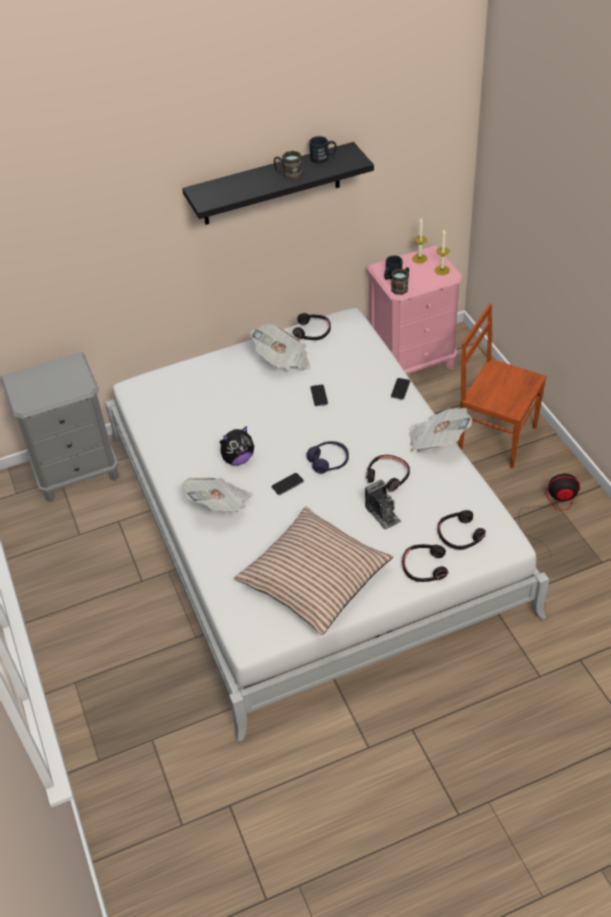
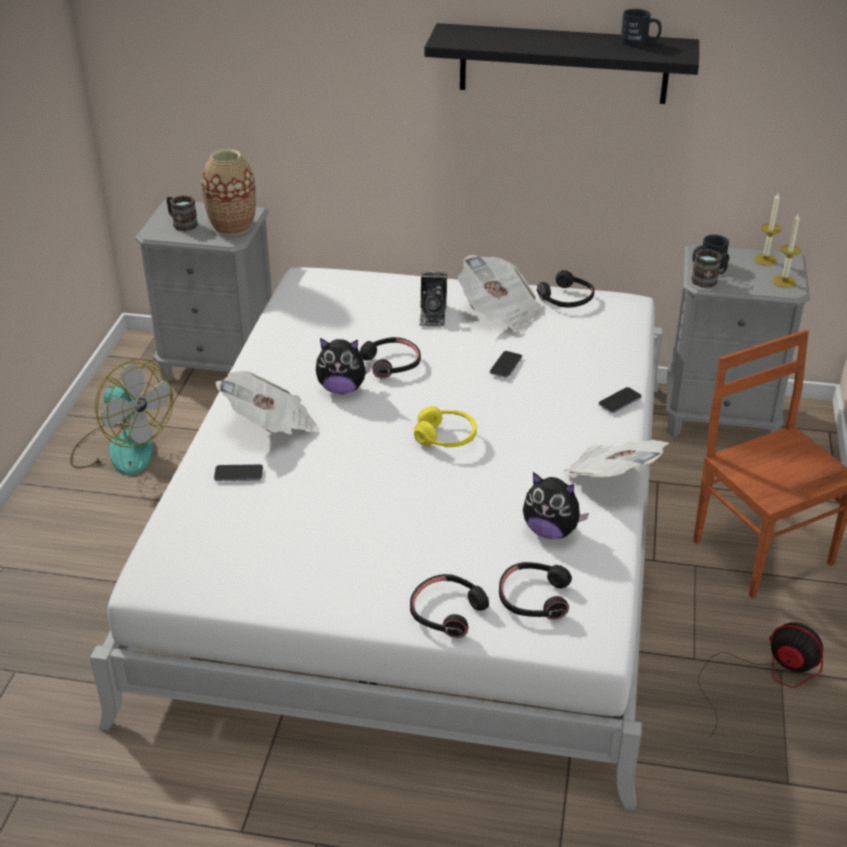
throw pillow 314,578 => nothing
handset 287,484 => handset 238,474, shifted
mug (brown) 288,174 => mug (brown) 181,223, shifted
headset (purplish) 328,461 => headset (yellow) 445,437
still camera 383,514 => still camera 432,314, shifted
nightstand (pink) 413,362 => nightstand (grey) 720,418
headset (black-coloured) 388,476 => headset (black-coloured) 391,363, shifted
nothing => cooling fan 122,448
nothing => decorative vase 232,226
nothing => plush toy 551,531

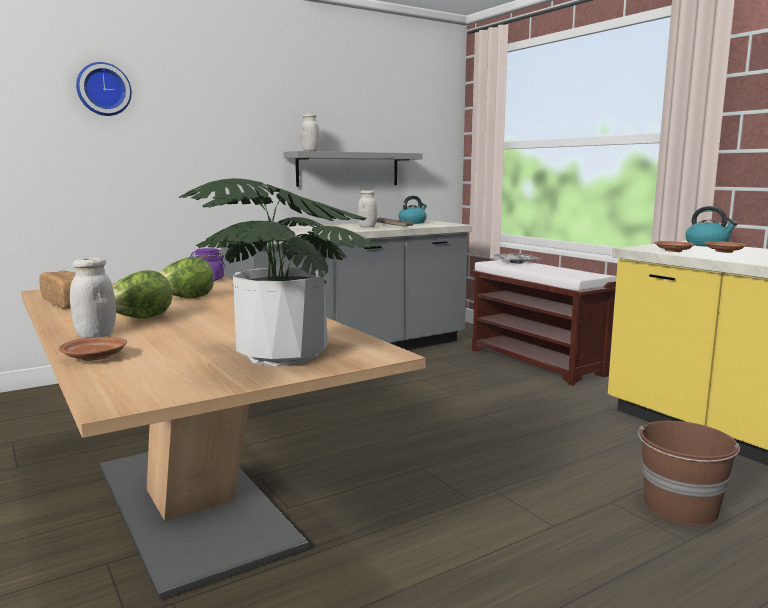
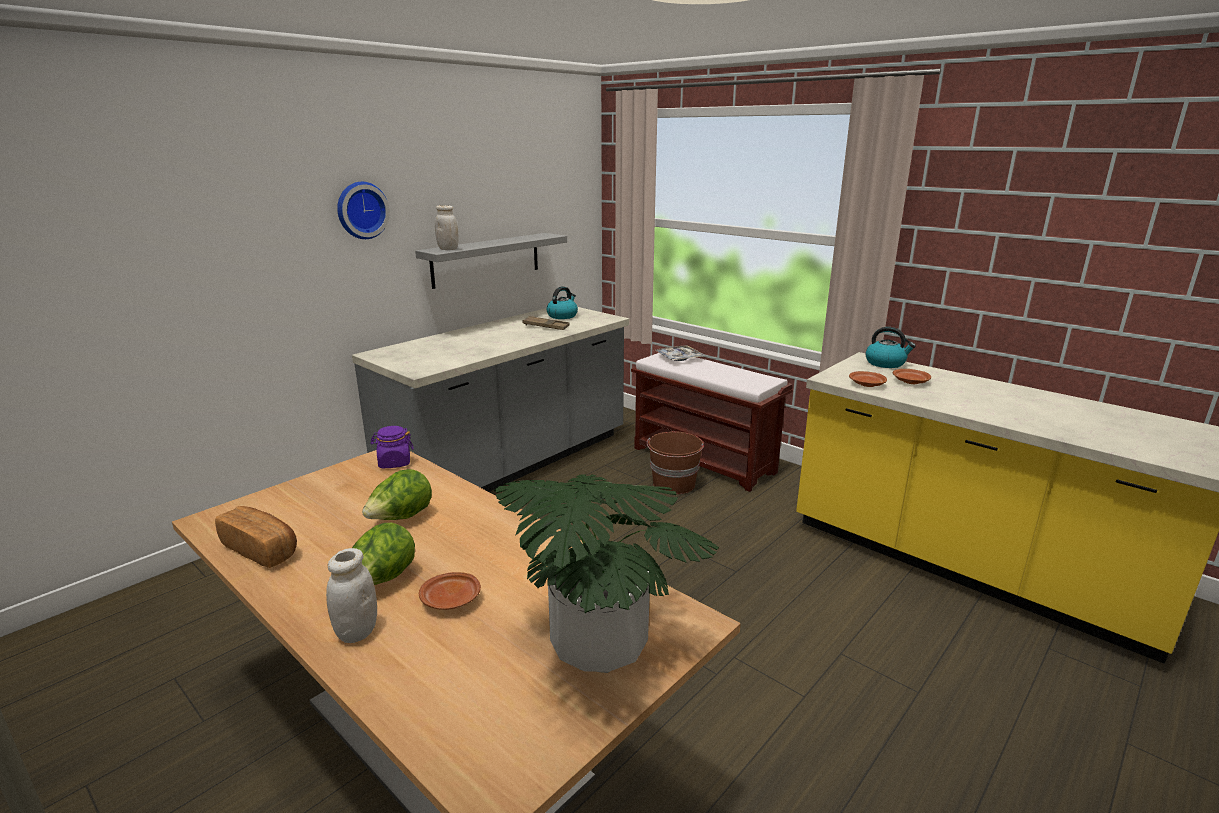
flat dish (brown) 95,357 => flat dish (brown) 452,600, shifted
wall clock 103,89 => wall clock 361,210, shifted
preserve jar (white) 367,227 => nothing
water bucket (brown) 681,508 => water bucket (brown) 674,484, shifted

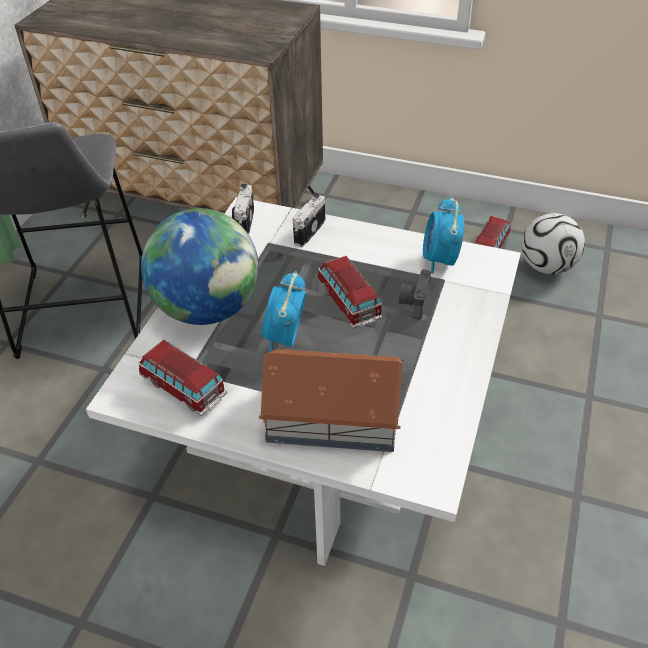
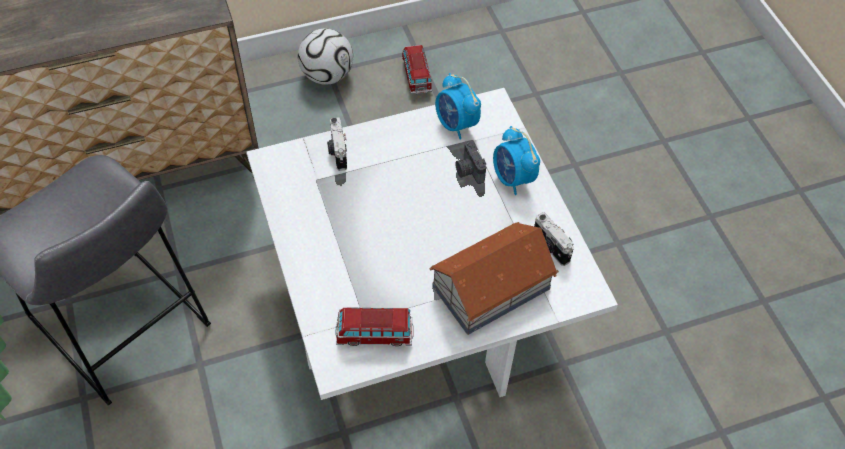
desk globe 208,308 => nothing
still camera 244,222 => still camera 549,247, shifted
alarm clock 285,338 => alarm clock 513,179, shifted
miniature car 349,302 => nothing
football ball 546,266 => football ball 327,76, shifted

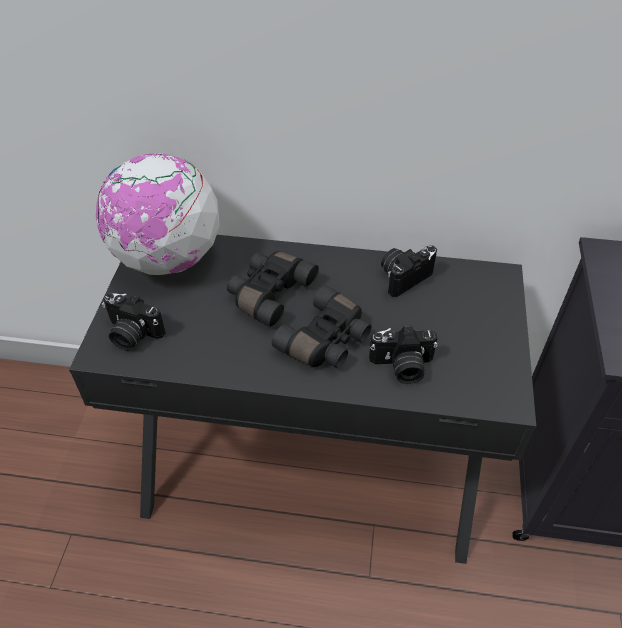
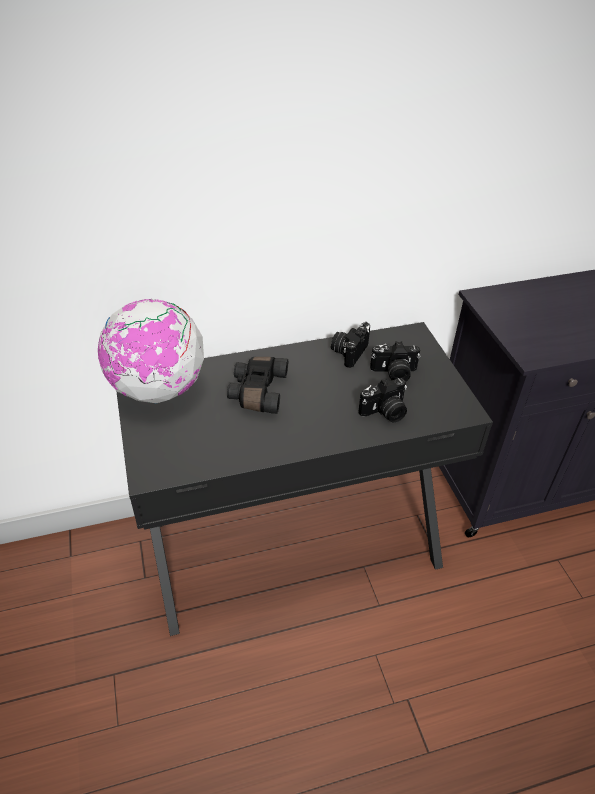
still camera 132,334 => still camera 394,373, shifted
pair of binoculars (black-coloured) 327,341 => nothing

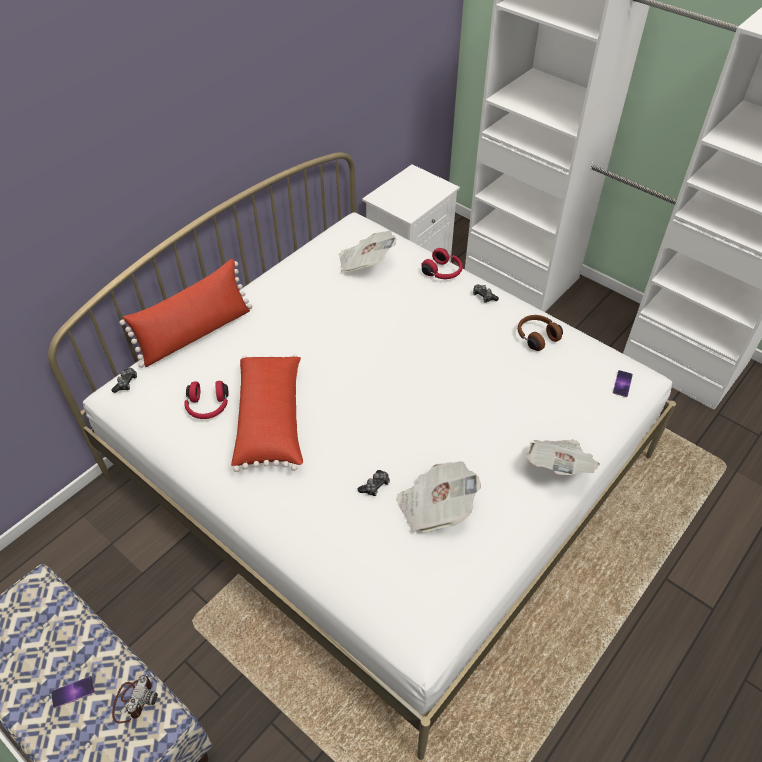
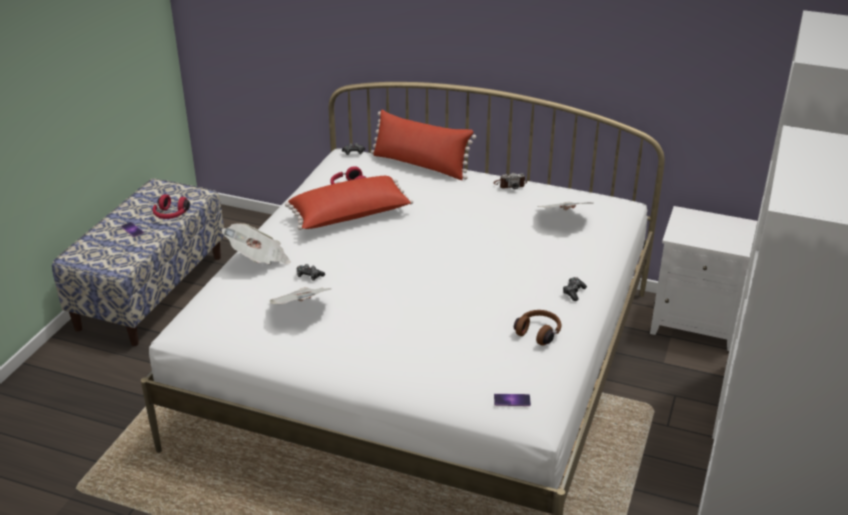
still camera 134,700 => still camera 510,184, shifted
headset (red) 443,272 => headset (red) 170,215, shifted
printed paper 559,467 => printed paper 259,259, shifted

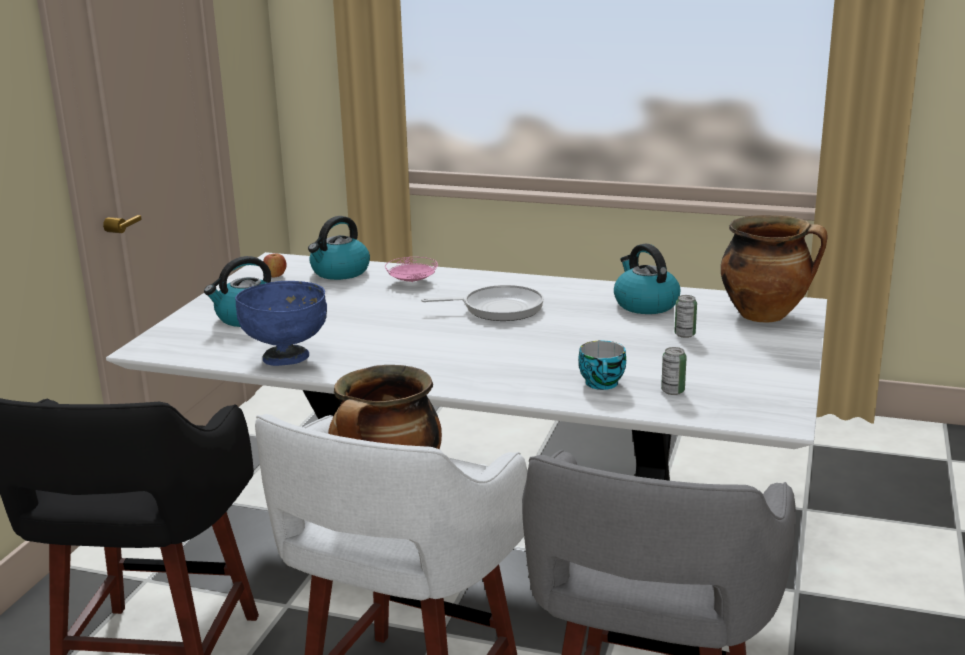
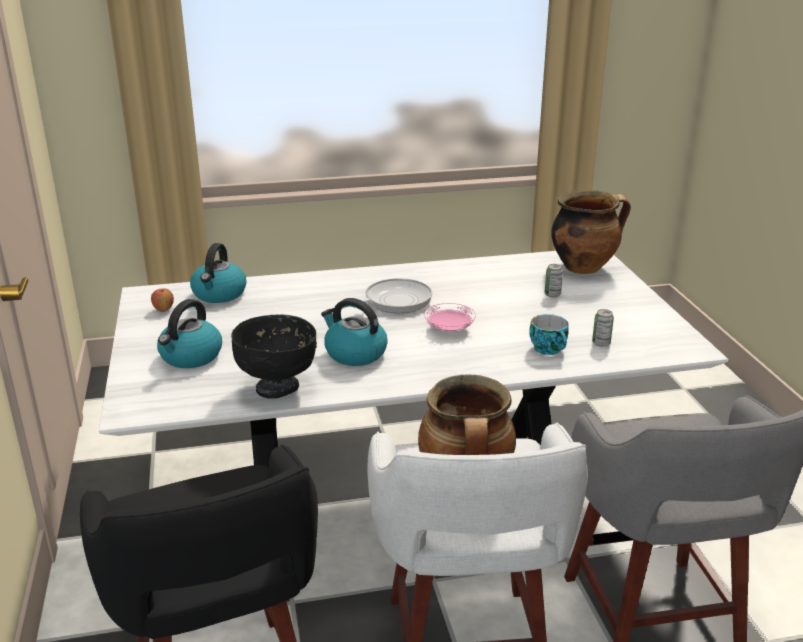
deep dish (bluish) 287,358 => deep dish (black-coloured) 278,387
flat dish (pink) 412,282 => flat dish (pink) 449,329, shifted
water kettle 645,304 => water kettle 354,353, shifted

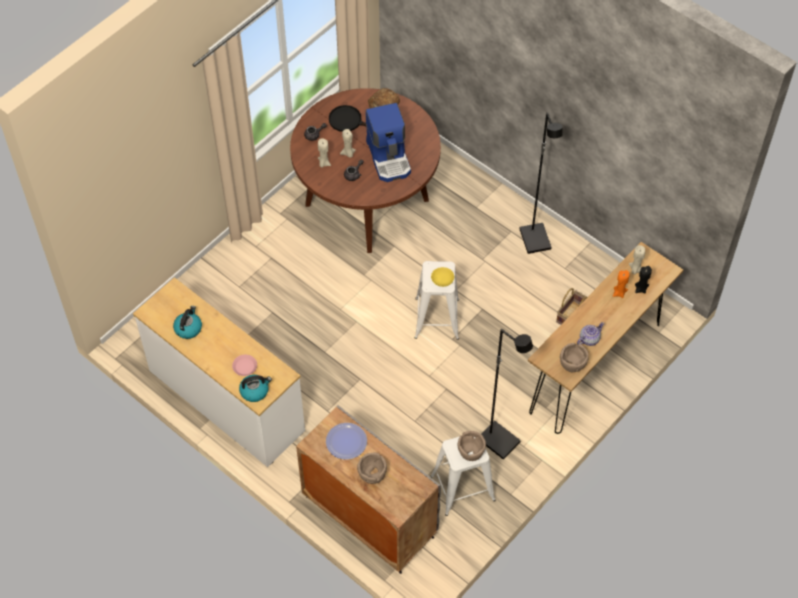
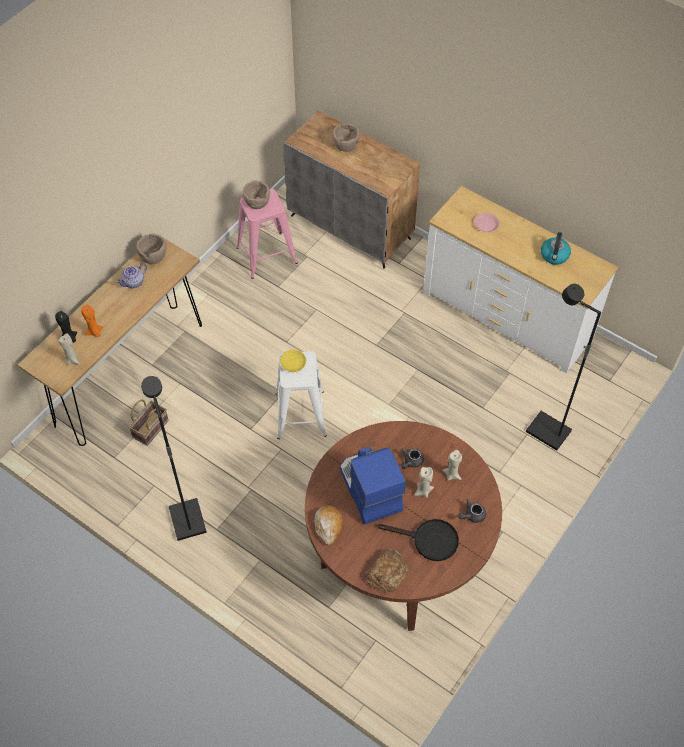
water kettle 255,391 => nothing
flat dish 346,441 => nothing
sitting stool (white) 462,488 => sitting stool (pink) 266,255
standard lamp (black-coloured) 499,440 => standard lamp (black-coloured) 547,432, shifted
nothing => baked bread 328,526

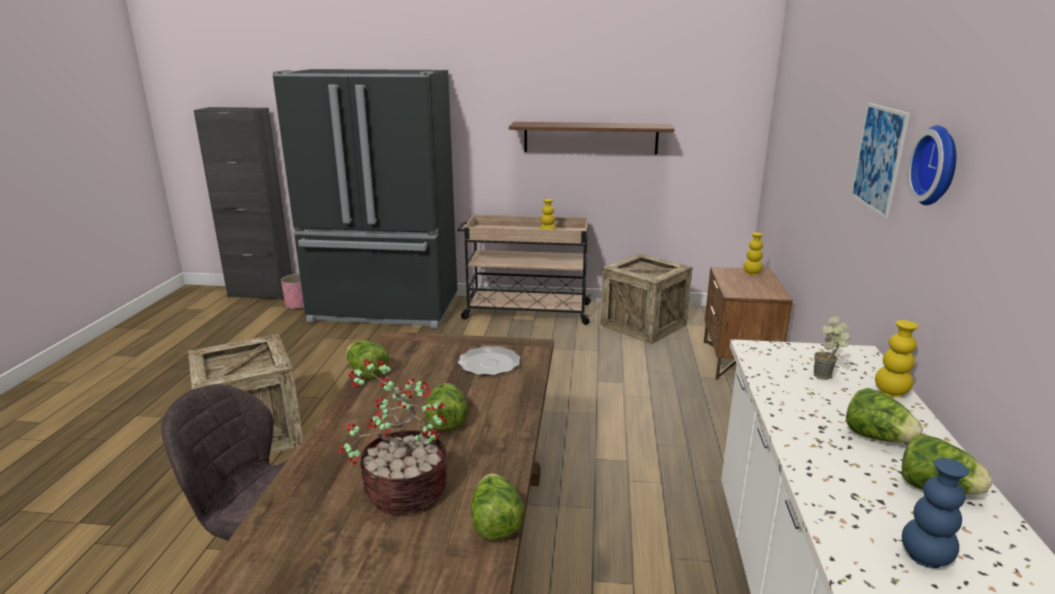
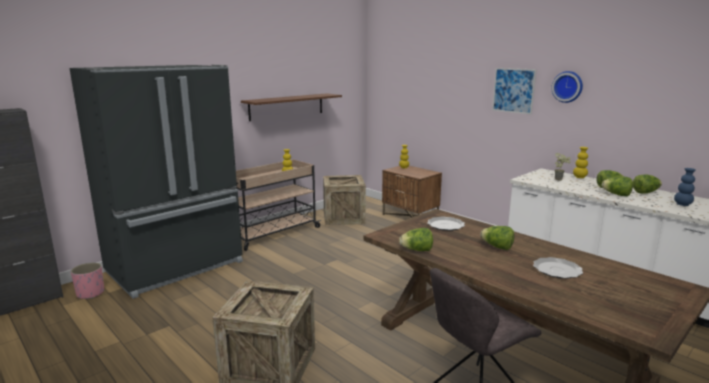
plant in a pot 403,491 => flat dish 556,270
head of lettuce 495,524 => head of lettuce 617,195, shifted

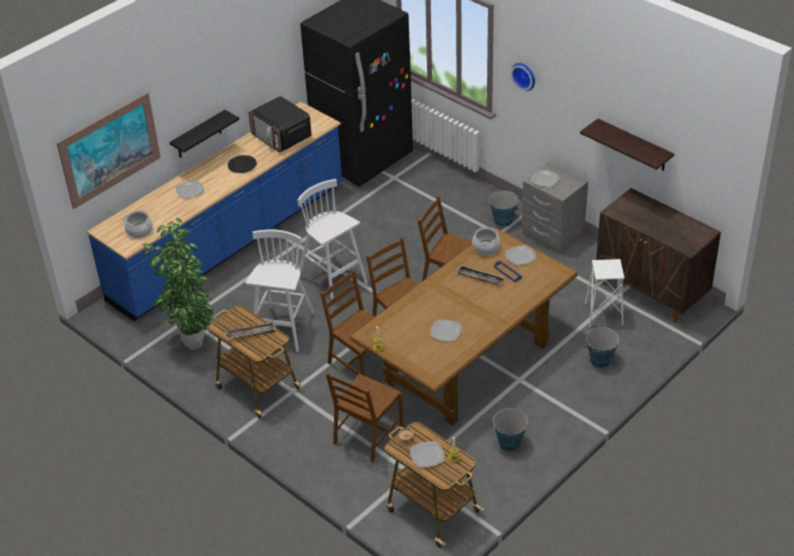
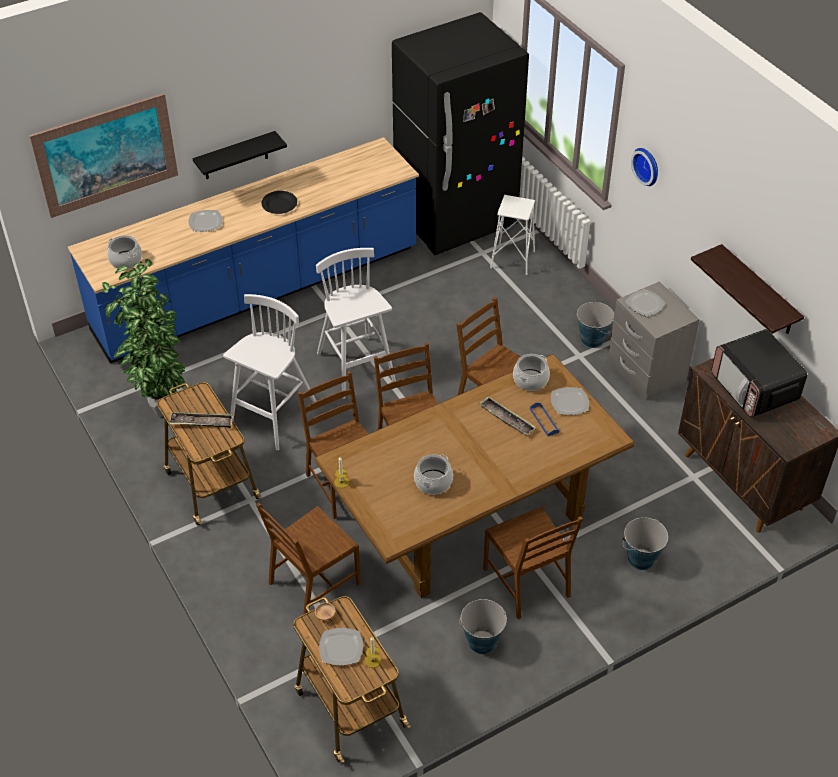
kitchen microwave 281,136 => kitchen microwave 754,388, shifted
flat dish 445,331 => saucepot 433,482
sitting stool (white) 603,314 => sitting stool (white) 512,259, shifted
nothing => upright chair (brown) 528,582

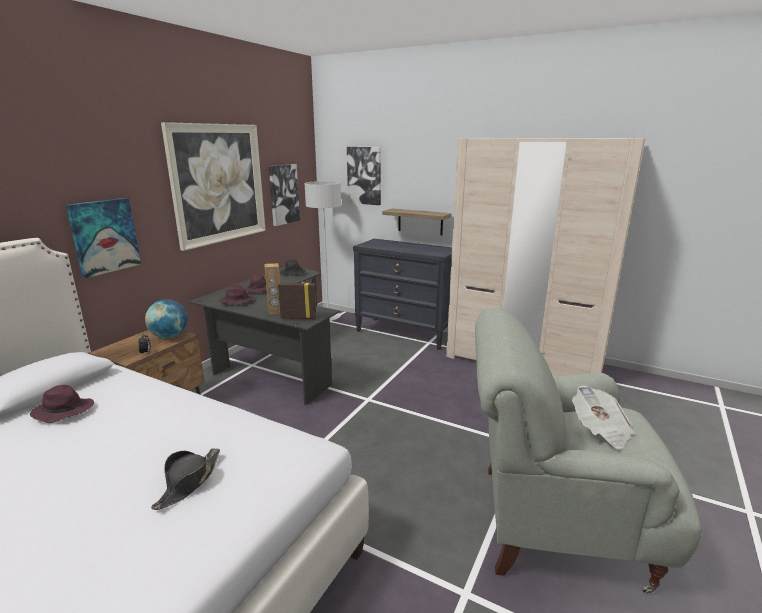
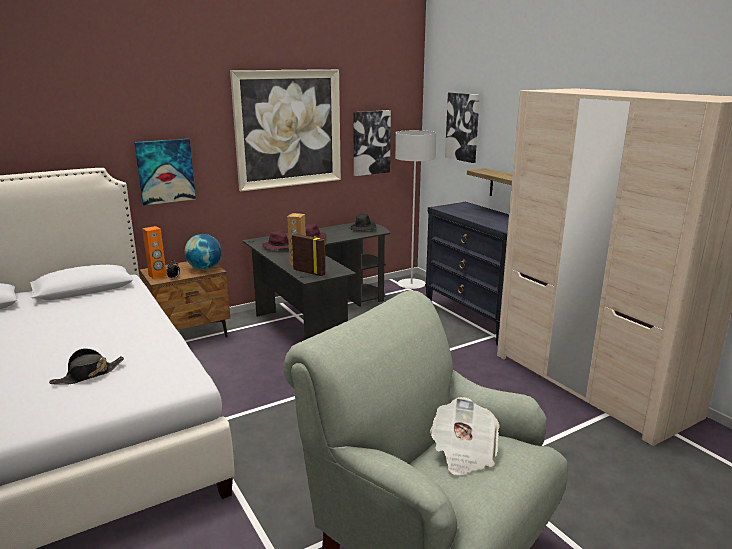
hat (purplish) 63,411 => nothing
nothing => audio speaker (orange) 157,275

